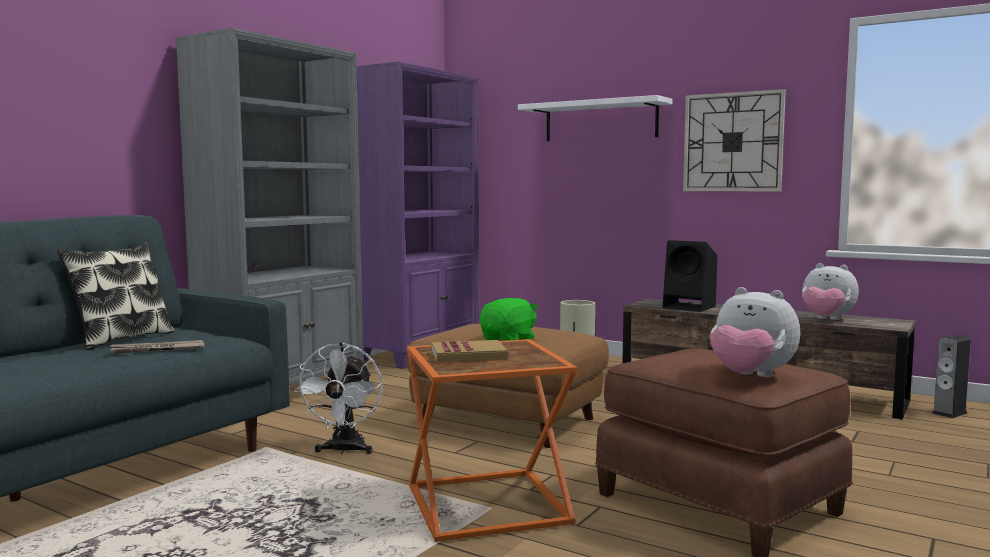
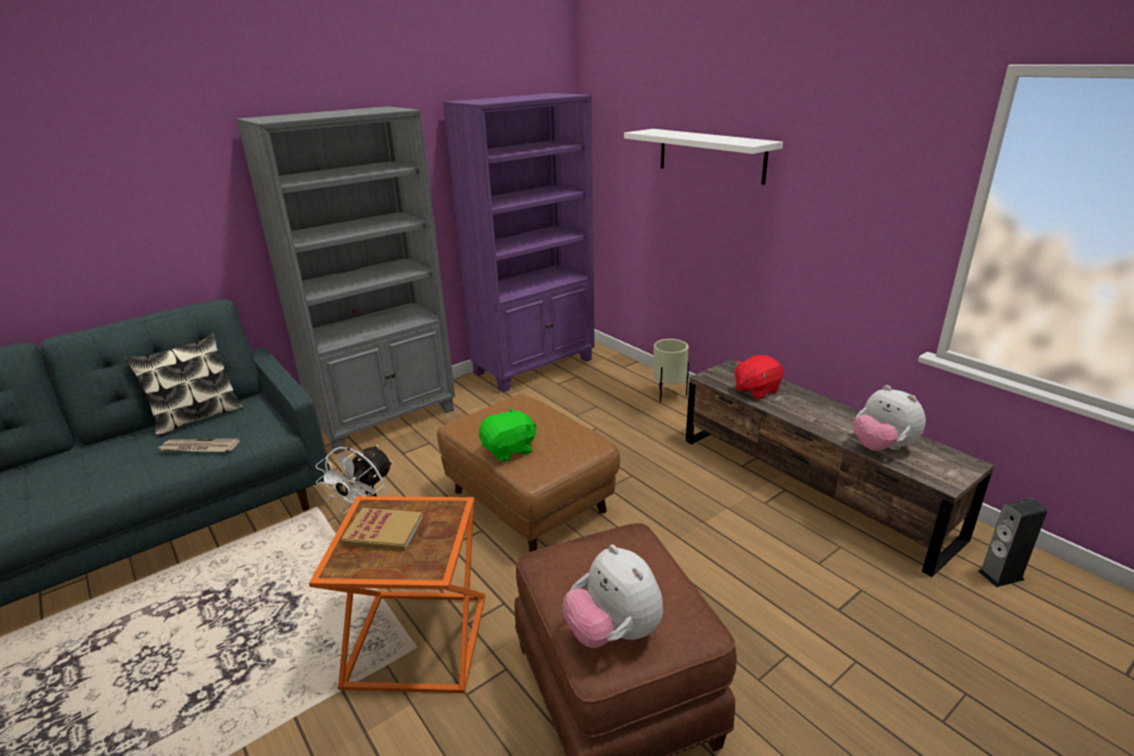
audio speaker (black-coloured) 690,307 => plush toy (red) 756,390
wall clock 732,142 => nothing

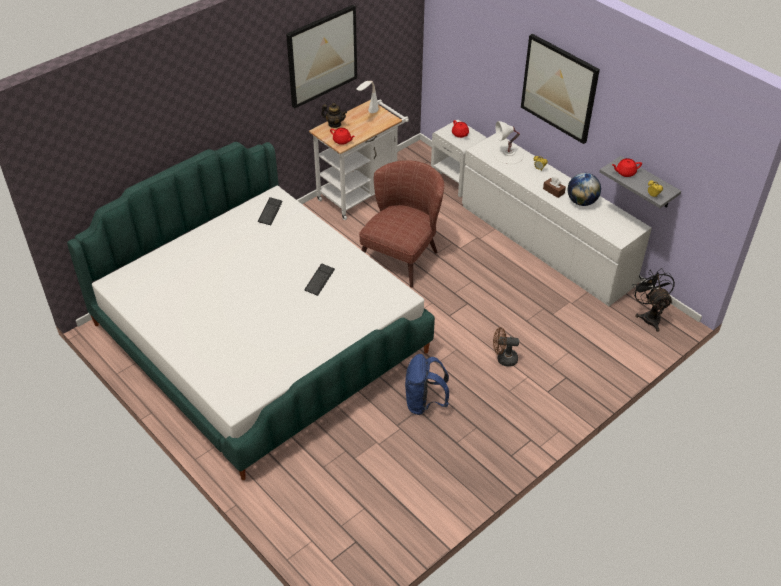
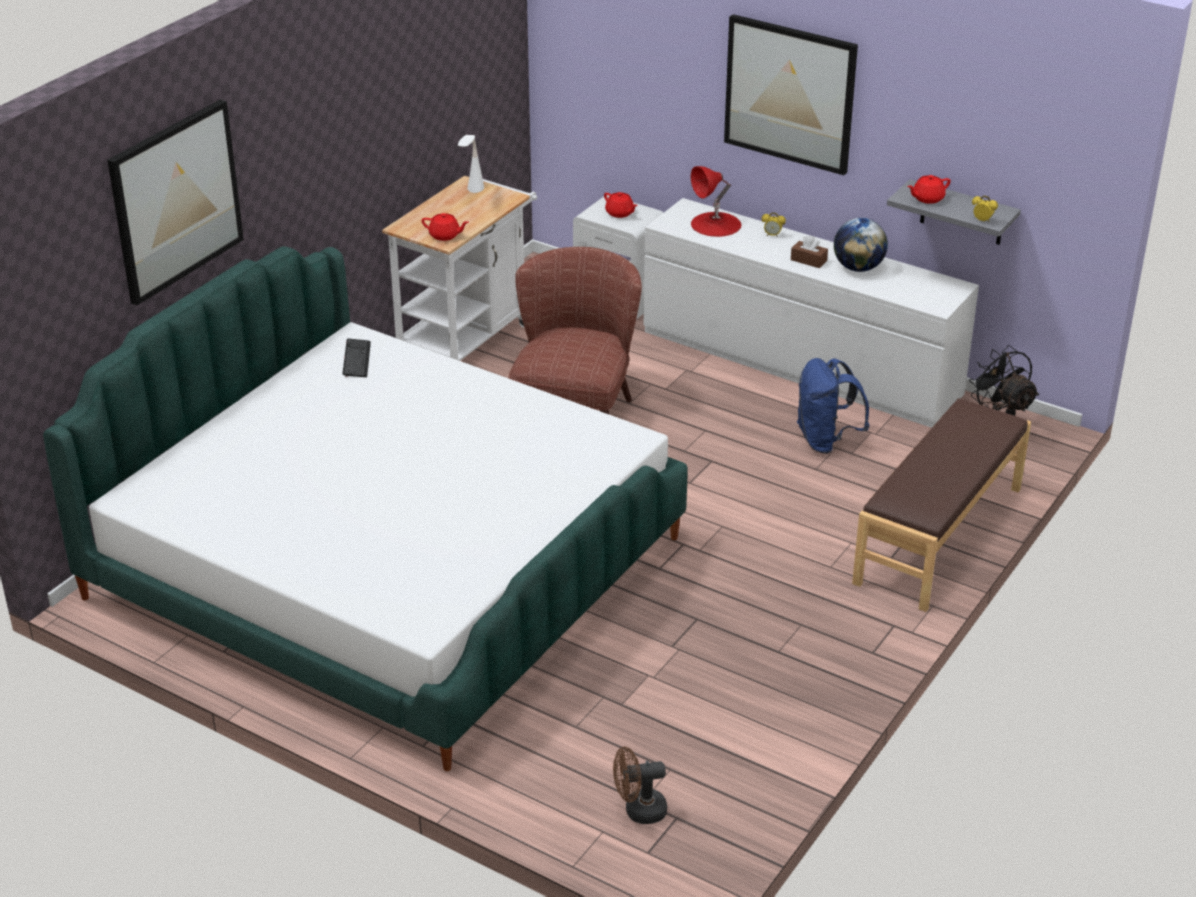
picture 322,56 => picture 175,200, shifted
PC keyboard 319,280 => nothing
teapot 334,124 => nothing
rucksack (bluish) 424,403 => rucksack (bluish) 826,441, shifted
table lamp (white) 508,155 => table lamp (red) 716,224
cooling fan (brown) 503,359 => cooling fan (brown) 638,811, shifted
nothing => long seat (brown) 940,536

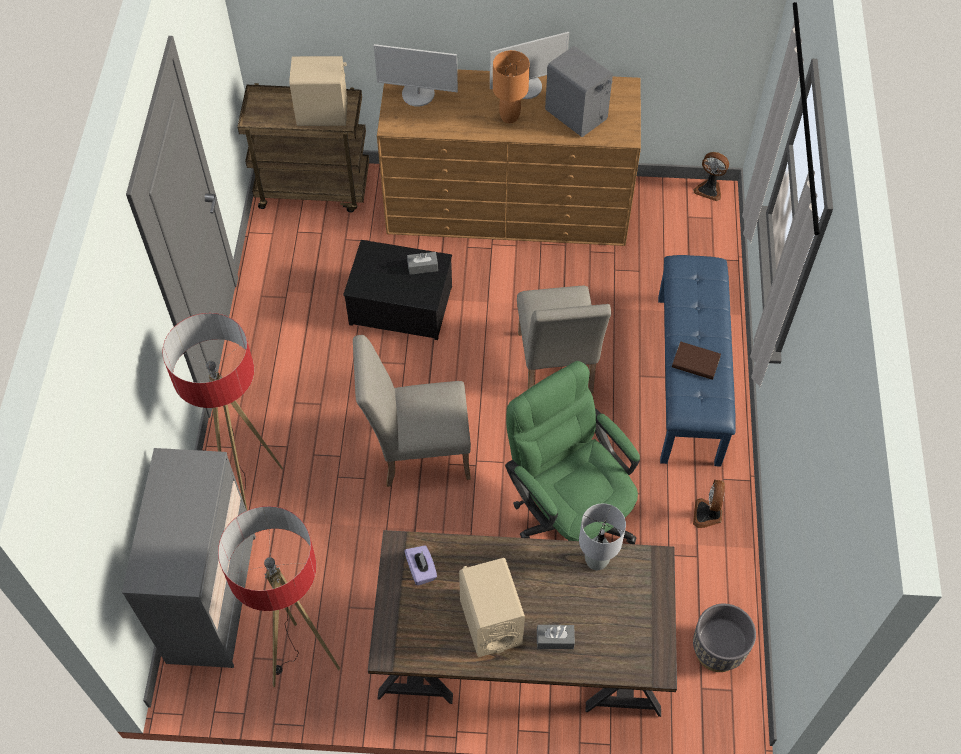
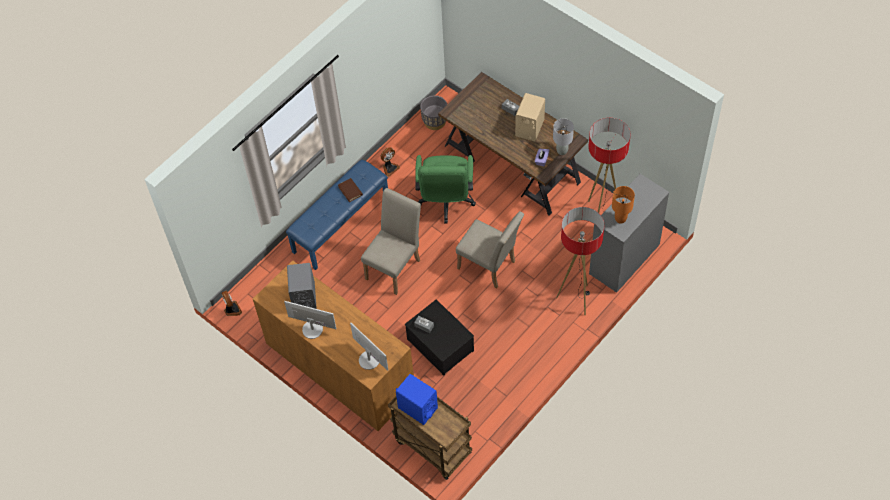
audio speaker (beige) 323,113 => audio speaker (bluish) 417,408
table lamp (orange) 509,116 => table lamp (orange) 620,219, shifted
table lamp (grey) 596,560 => table lamp (grey) 562,151, shifted

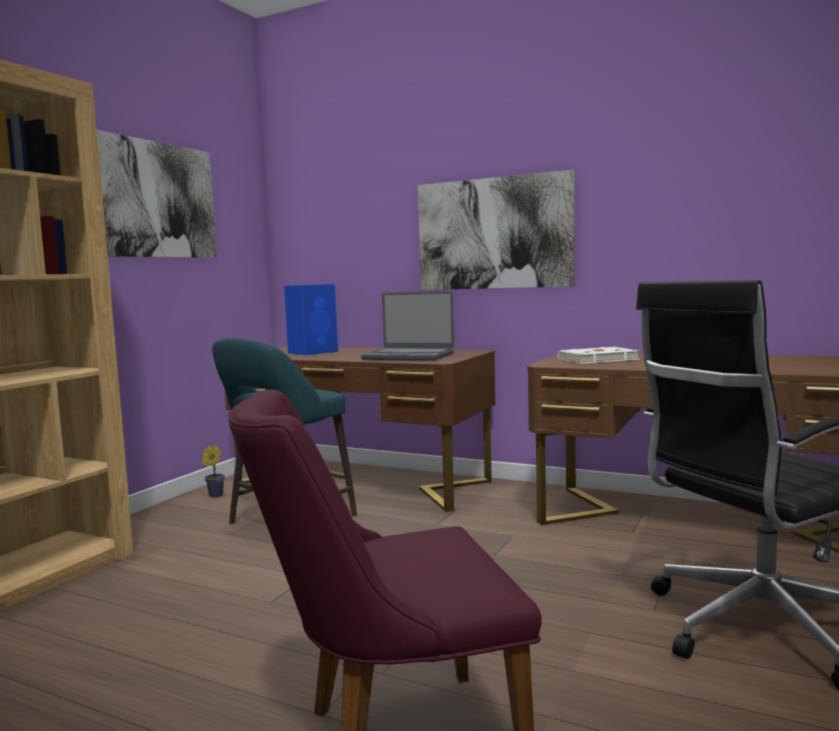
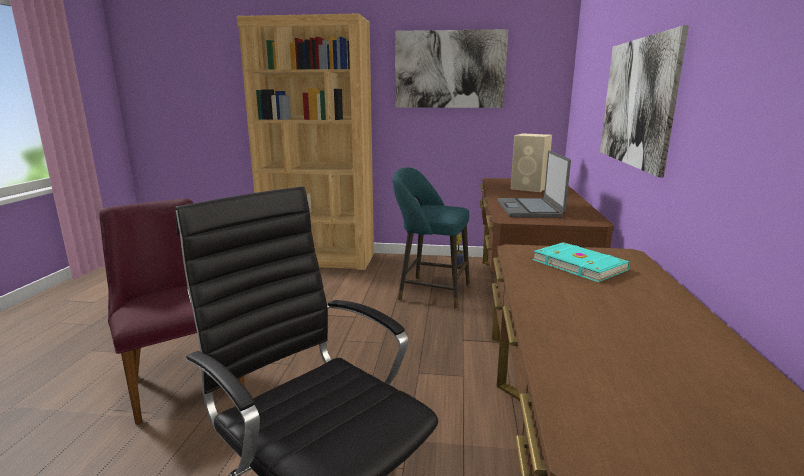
audio speaker (bluish) 314,352 => audio speaker (beige) 530,188
book (white) 596,359 => book (turquoise-coloured) 579,264

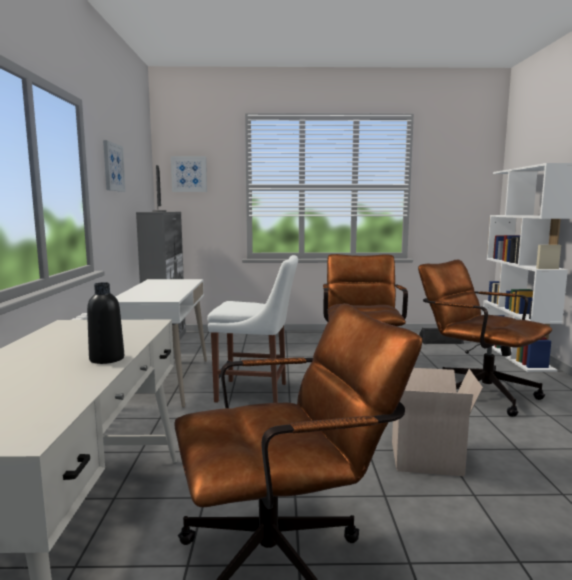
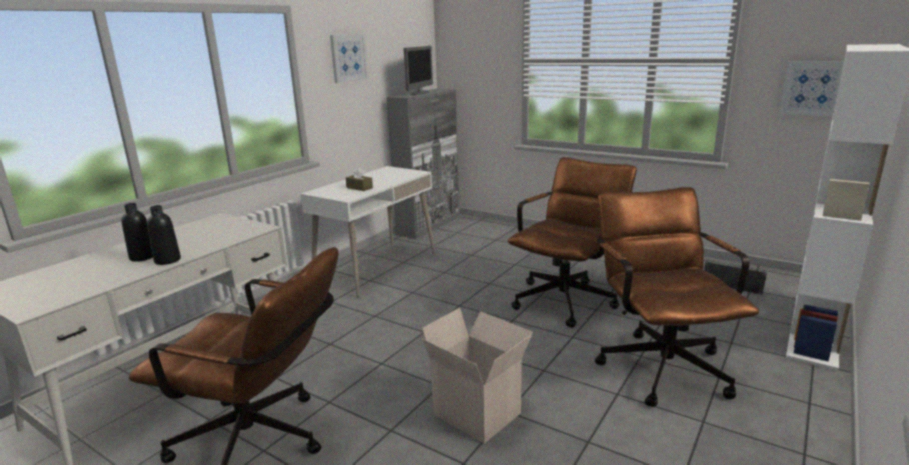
picture 189,174 => picture 812,88, shifted
upright chair (white) 256,392 => nothing
nothing => beverage bottle (black-coloured) 142,257
nothing => box of tissues (brown) 359,188

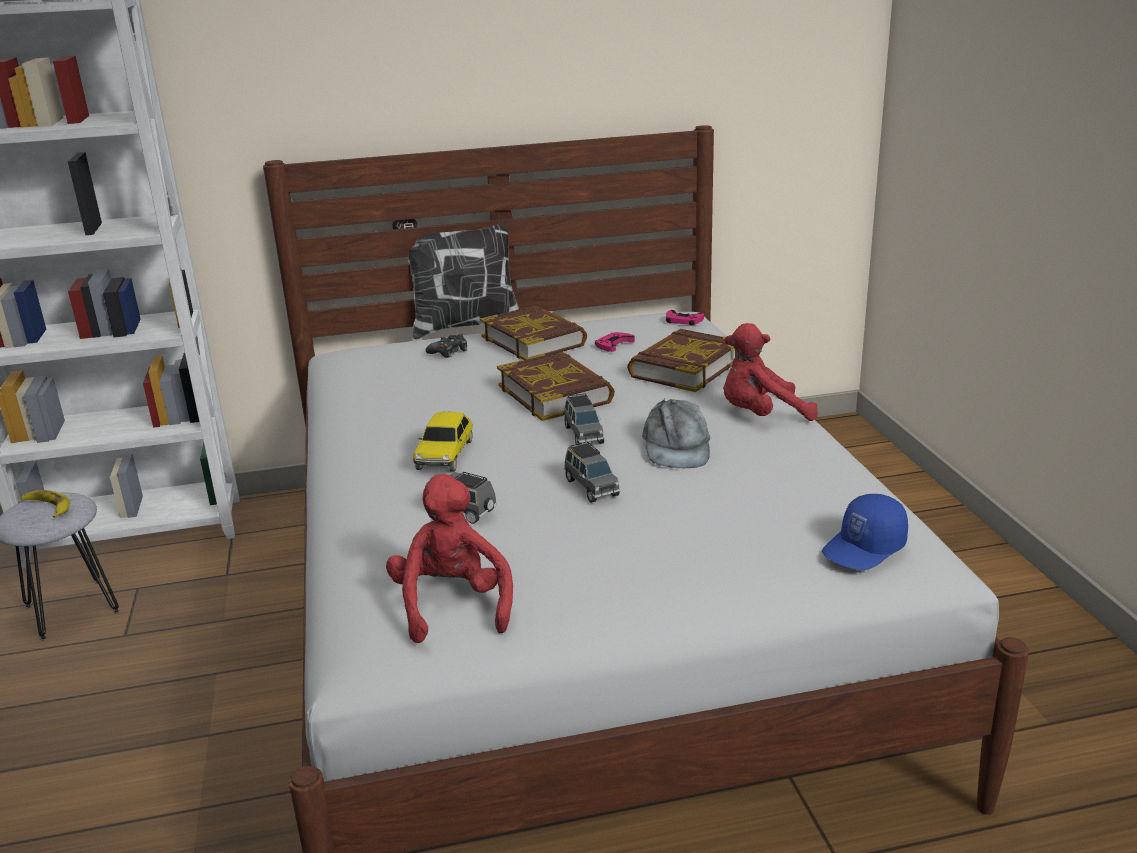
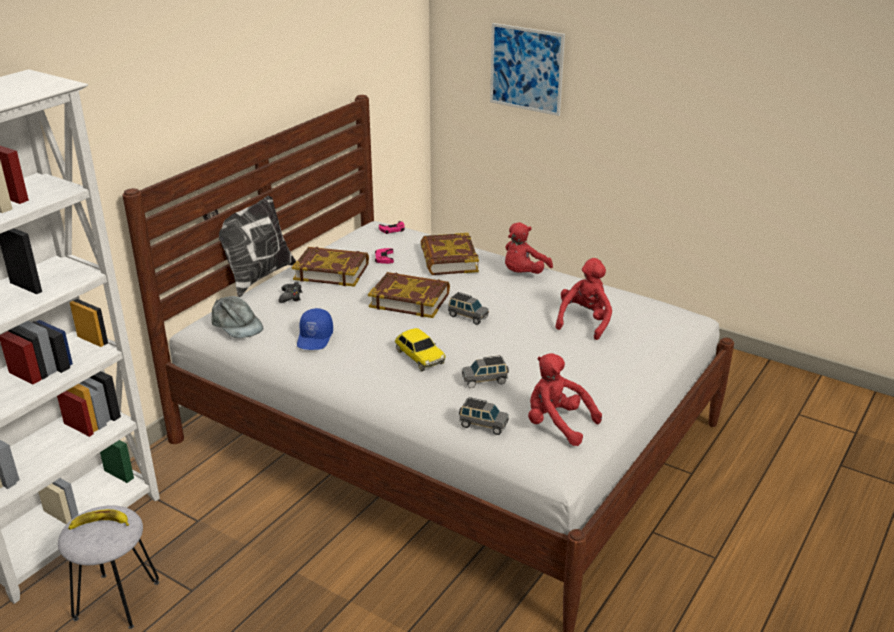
miniature car (grey) 591,487 => miniature car (grey) 483,425, shifted
cap (grey) 676,447 => cap (grey) 237,325, shifted
cap (bluish) 865,549 => cap (bluish) 315,338, shifted
nothing => picture 526,69
nothing => plush toy (red) 584,321

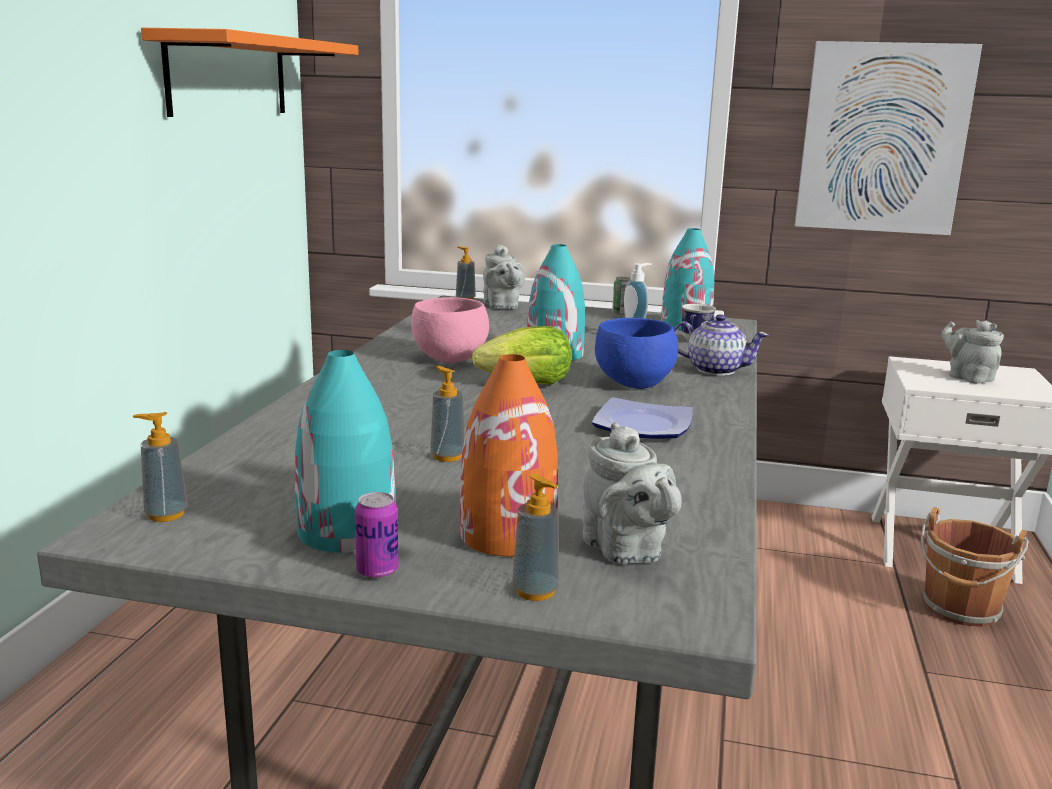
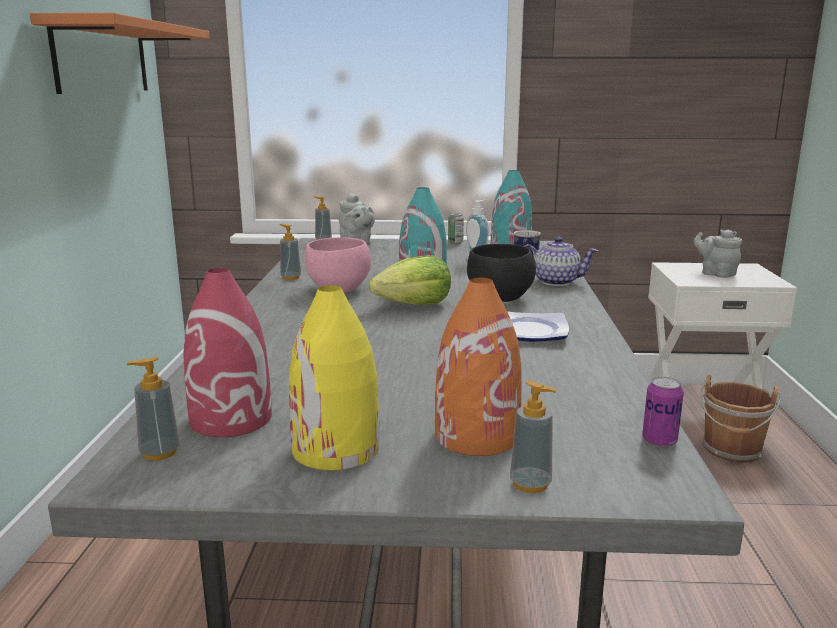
decorative vase (turquoise-coloured) 346,531 => decorative vase (yellow) 335,449
sealed can 377,571 => sealed can 659,441, shifted
liquid soap bottle 447,456 => liquid soap bottle 290,277, shifted
teapot (grey) 626,551 => nothing
deep dish (bluish) 635,384 => deep dish (black-coloured) 501,298
picture 882,139 => nothing
nothing => decorative vase (red) 232,419

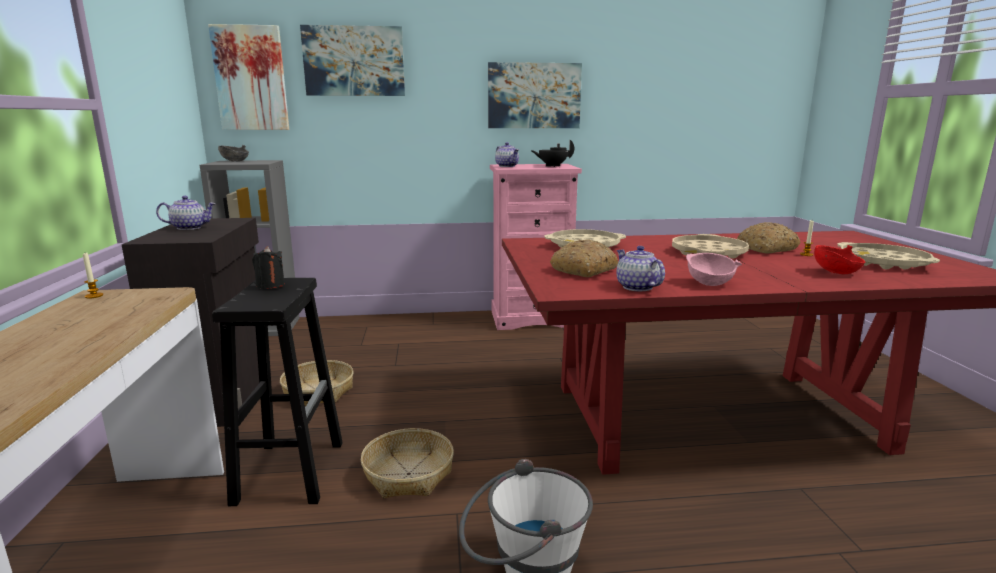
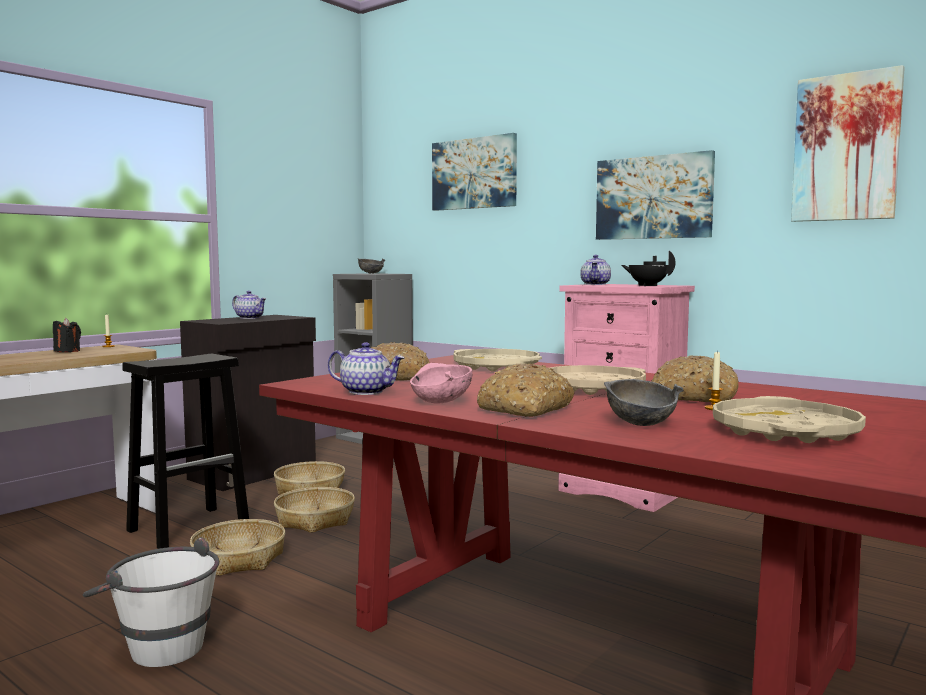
picture 251,78 => picture 846,148, shifted
wax light (black-coloured) 270,285 => wax light (black-coloured) 67,351, shifted
teapot 636,287 => teapot 366,391, 90 degrees clockwise
deep dish (red) 836,272 => deep dish (grey) 641,423
nothing => storage basket 315,520
nothing => baked bread 525,409

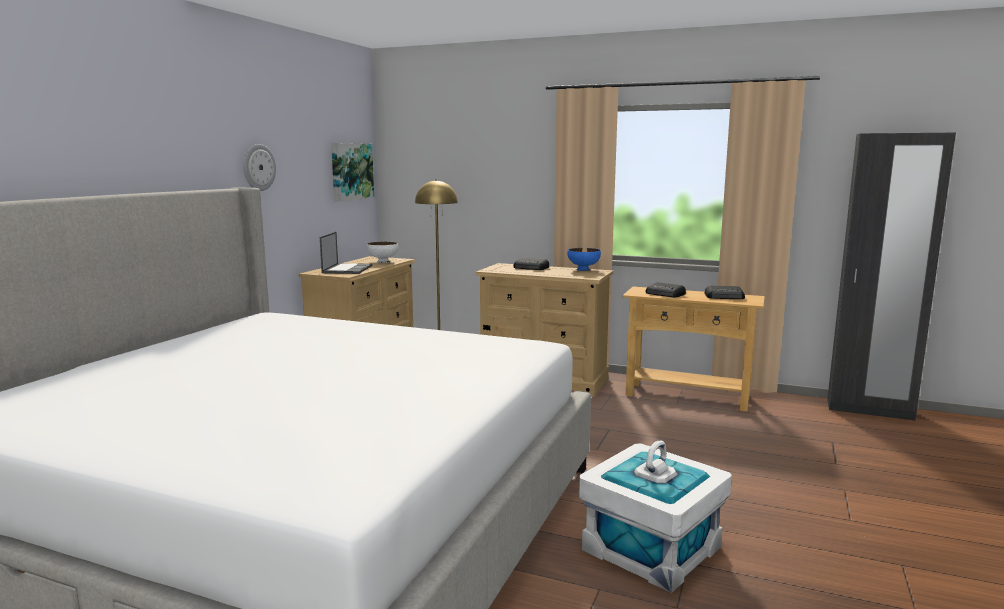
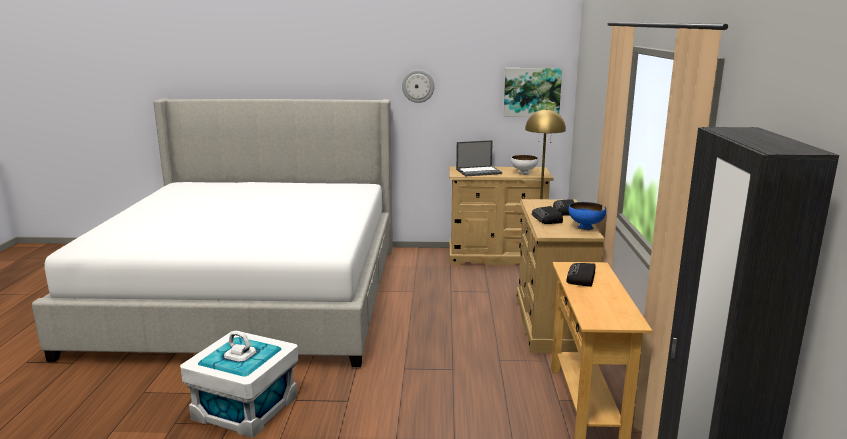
radio 725,297 => radio 547,219, shifted

